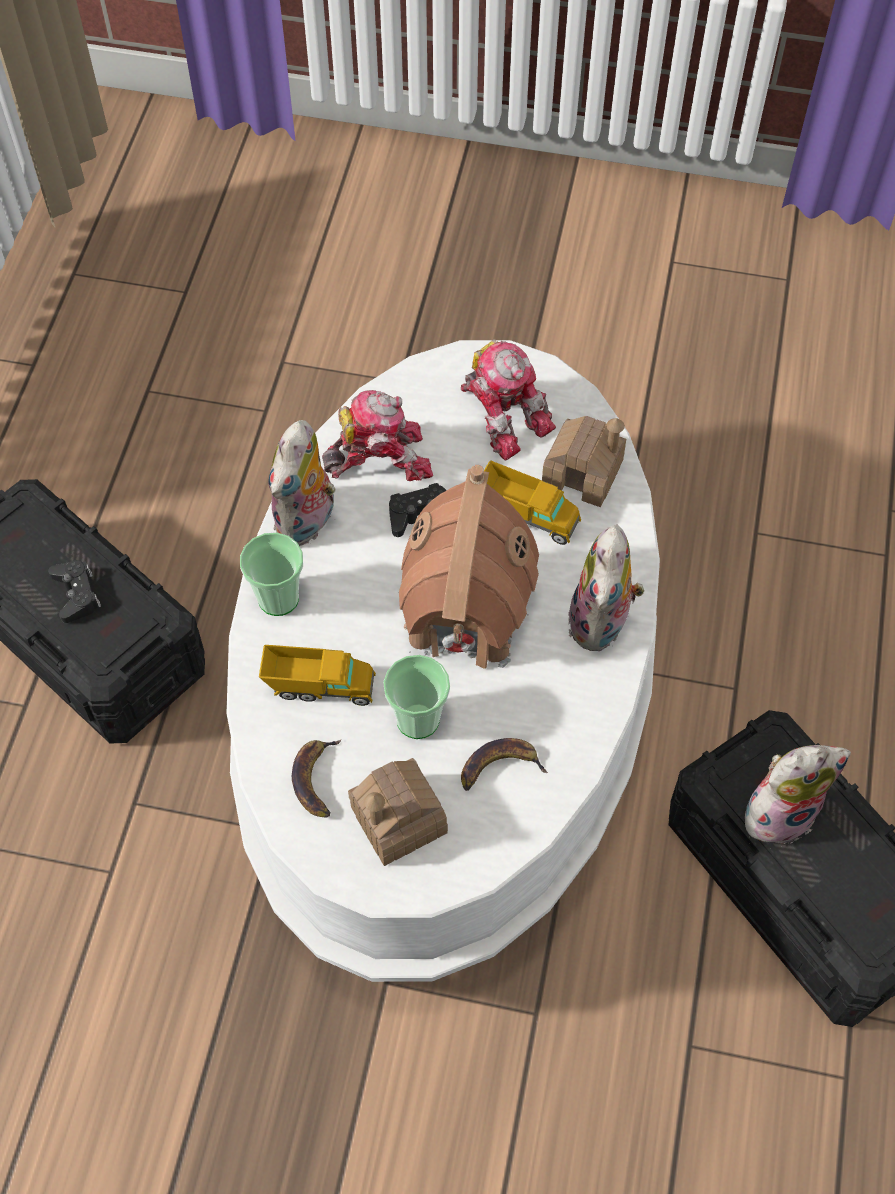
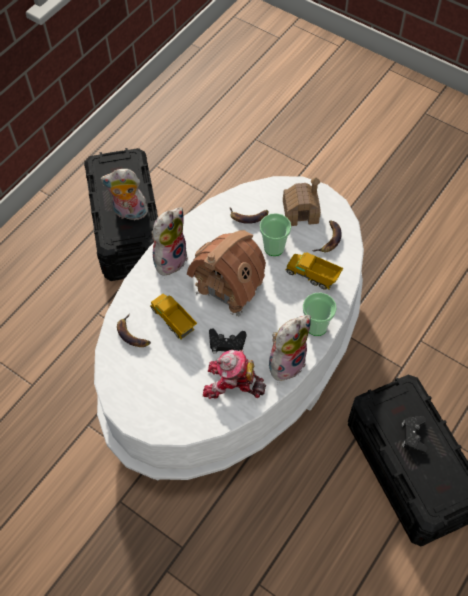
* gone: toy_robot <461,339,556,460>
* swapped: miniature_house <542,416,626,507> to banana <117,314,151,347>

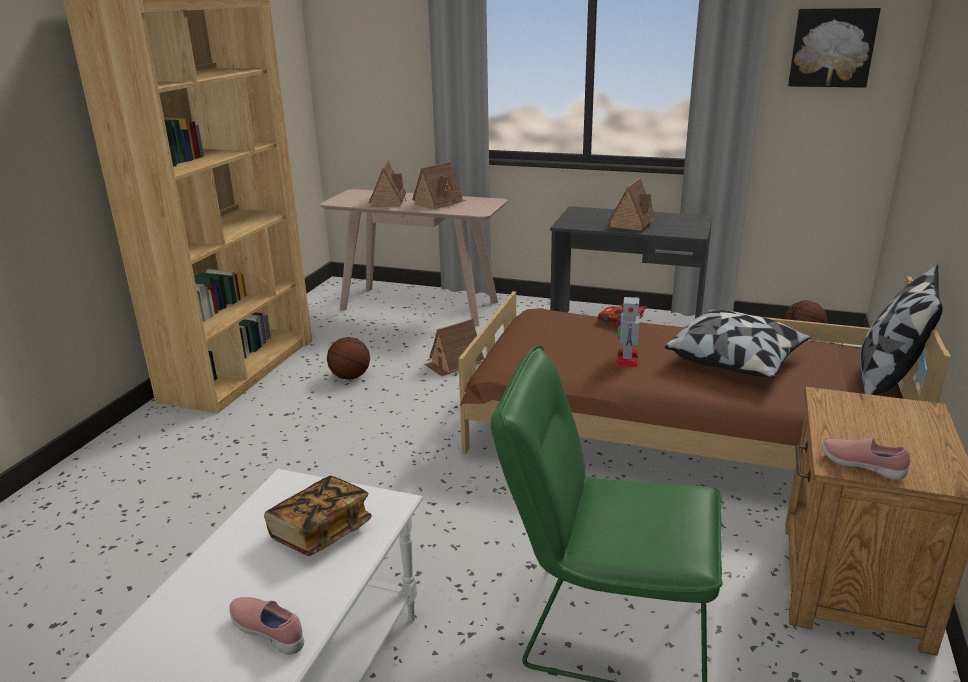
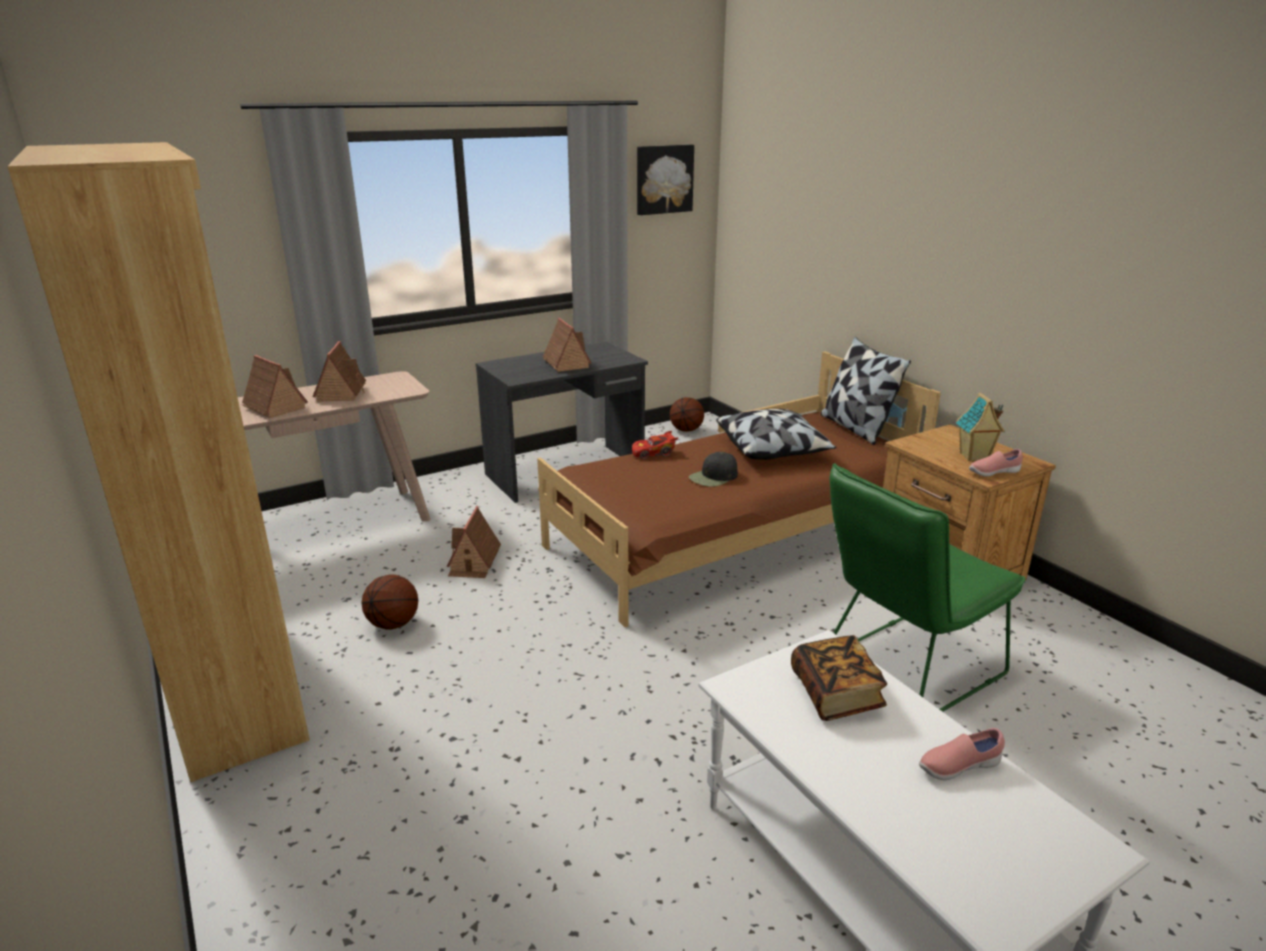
* swapped: toy_robot <617,295,640,368> to black-coloured_baseball_cap <689,452,738,487>
* new: miniature_house <956,392,1005,461>

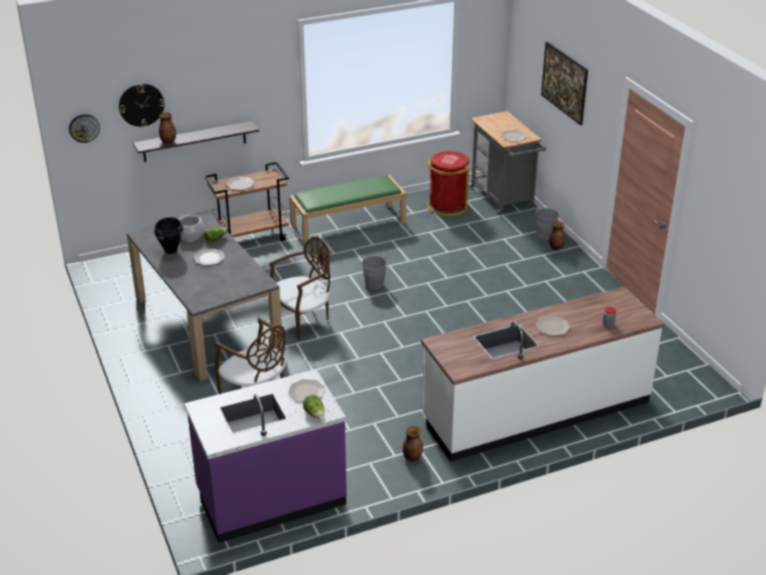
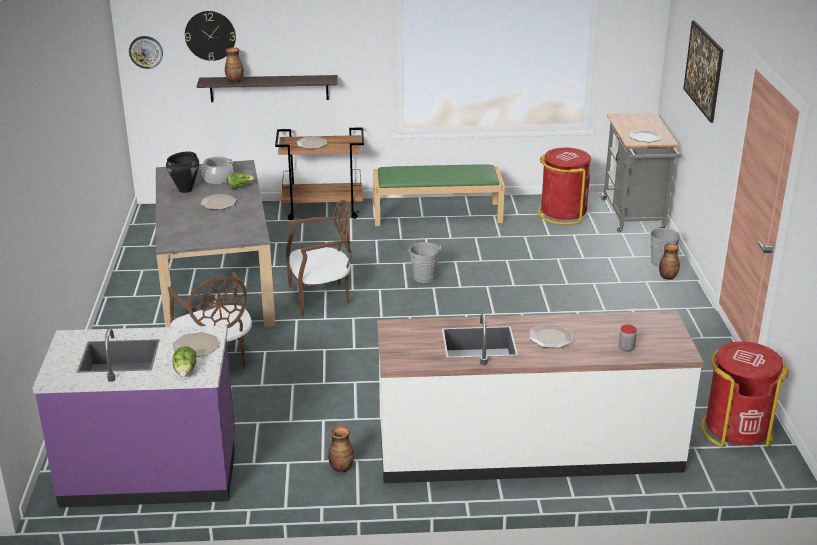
* new: red_waste_bin <701,341,789,447>

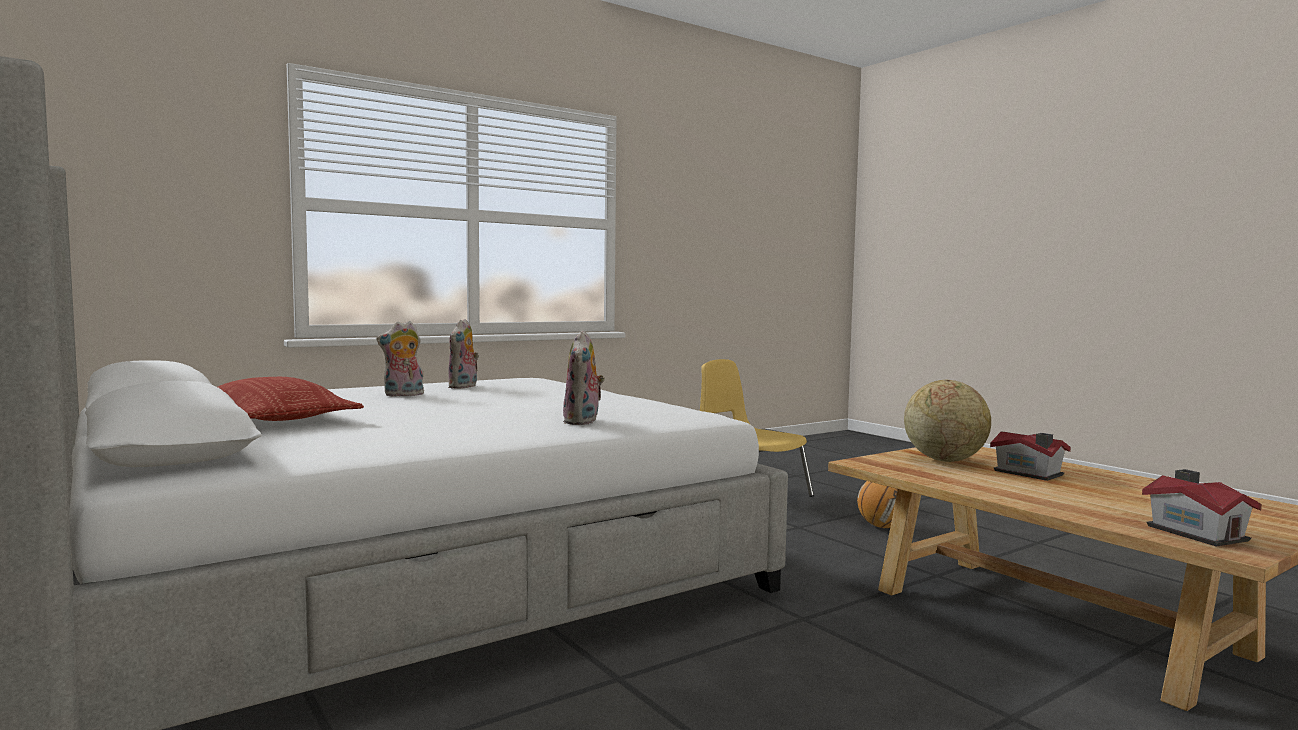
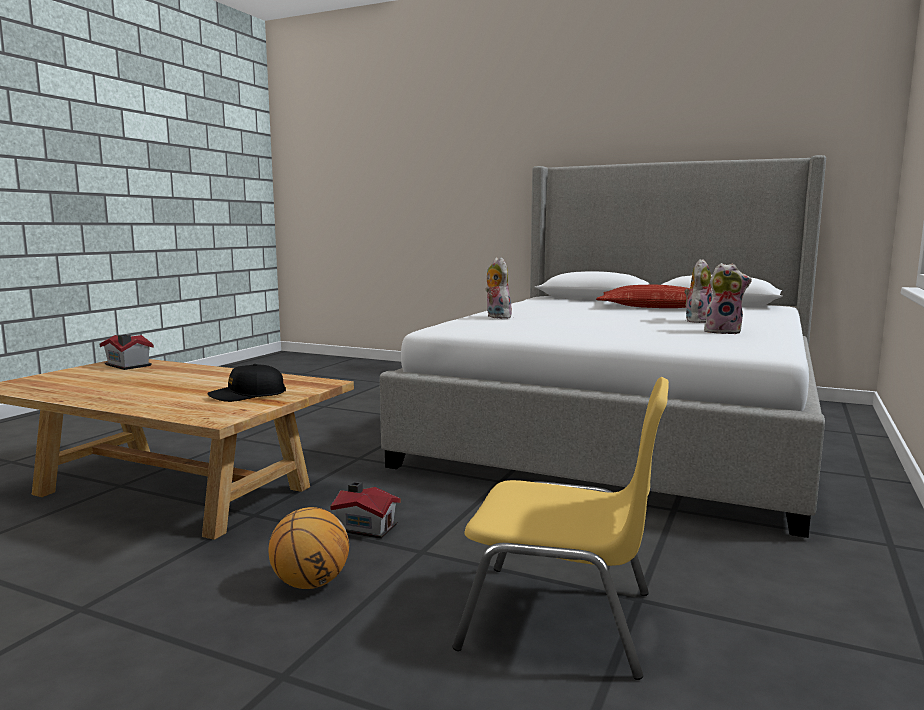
* rotated: plush_toy <448,319,479,389> = <704,263,752,334> 120 degrees clockwise
* swapped: globe <904,380,991,462> to black-coloured_baseball_cap <207,364,286,402>
* shifted: miniature_house <990,431,1071,481> to <331,481,401,539>

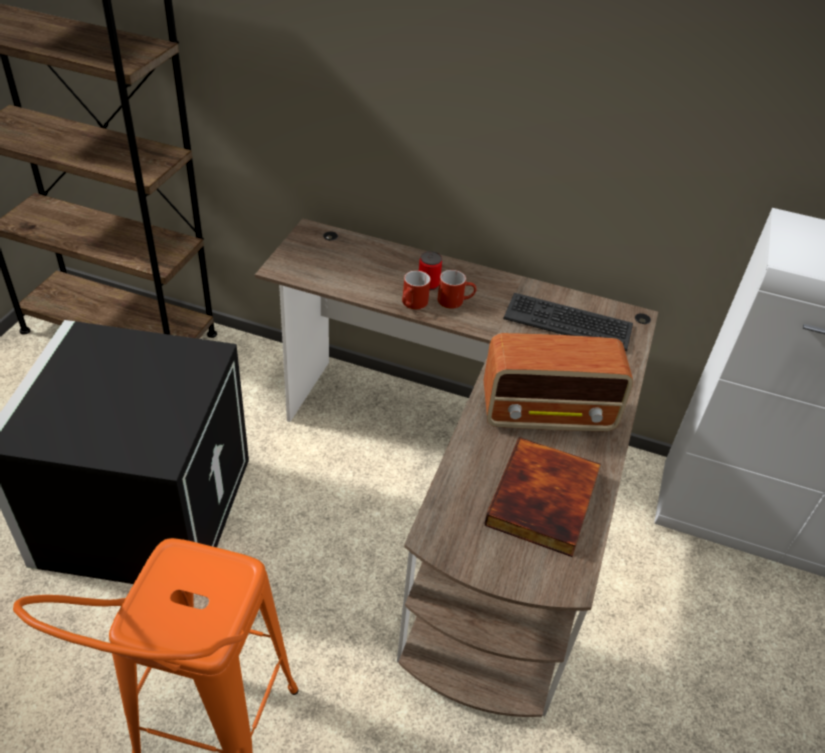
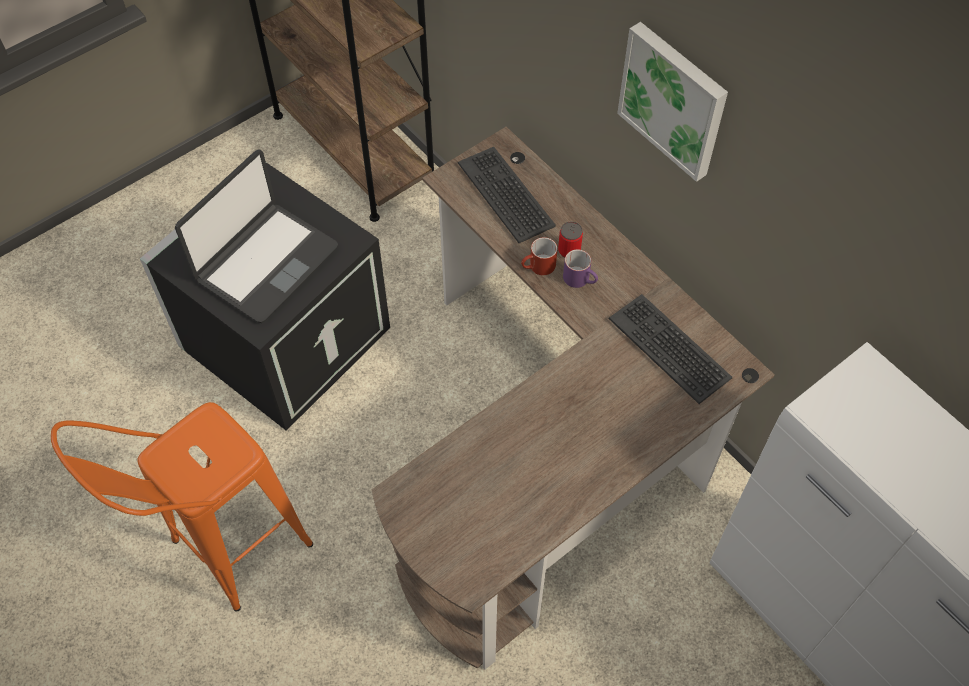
* repainted: red_tea_mug <438,270,477,309> to purplish_tea_mug <563,249,598,288>
* gone: radio_set <484,333,633,431>
* gone: bound_book <484,437,601,557>
* new: portable_computer <175,149,338,323>
* new: keyboard <458,147,556,243>
* new: wall_picture <617,22,728,182>

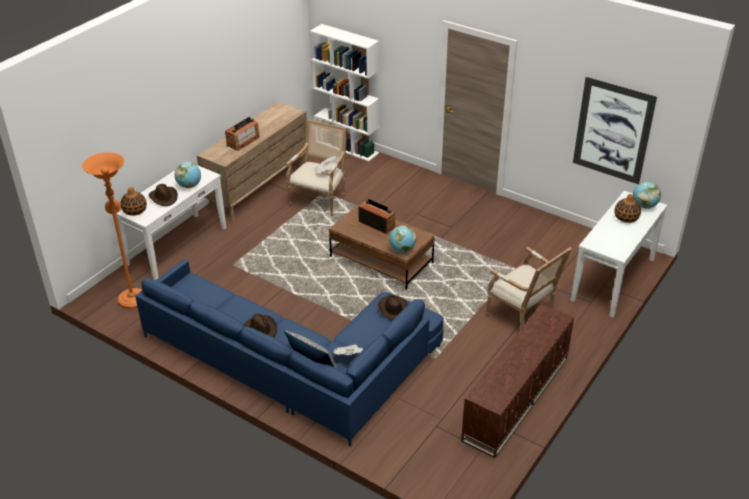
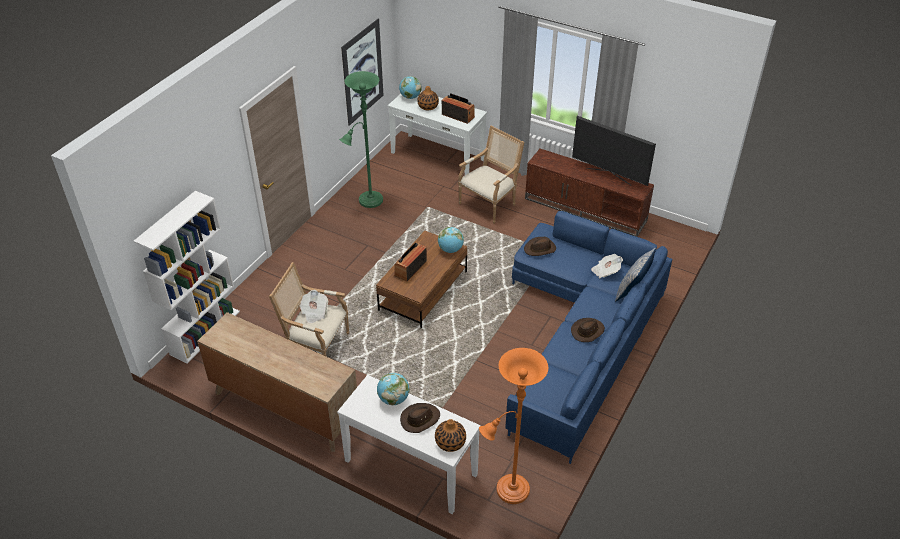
* shifted: radio_set <225,117,260,151> to <442,93,475,124>
* new: green-coloured_standing_lamp <339,71,383,208>
* new: television <572,116,656,186>

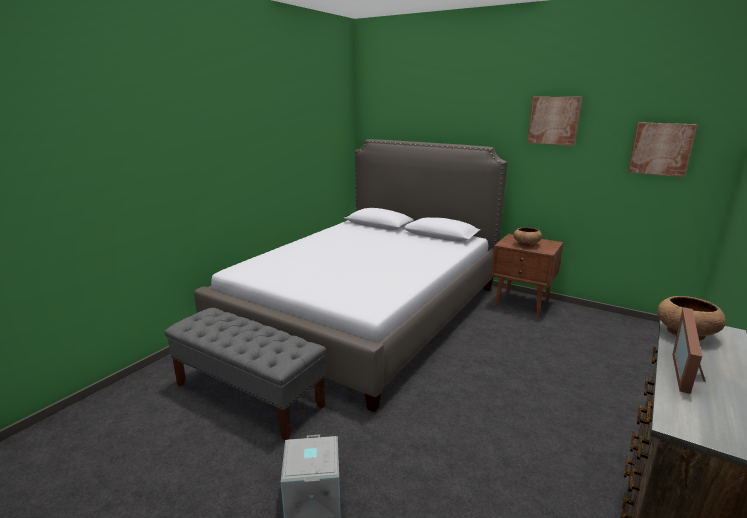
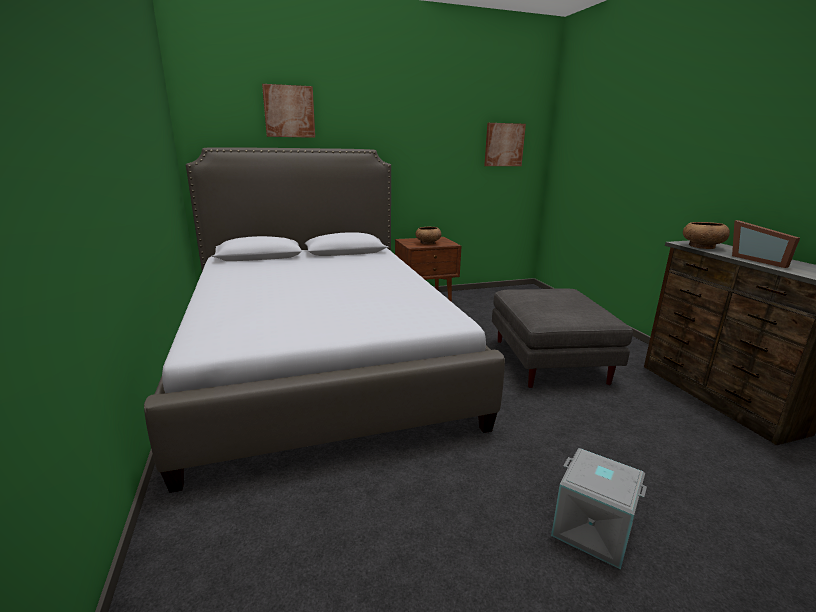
* gone: grey_bench <164,308,326,440>
* shifted: wall_picture <527,97,582,146> to <262,84,315,138>
* new: grey_footrest <492,288,633,388>

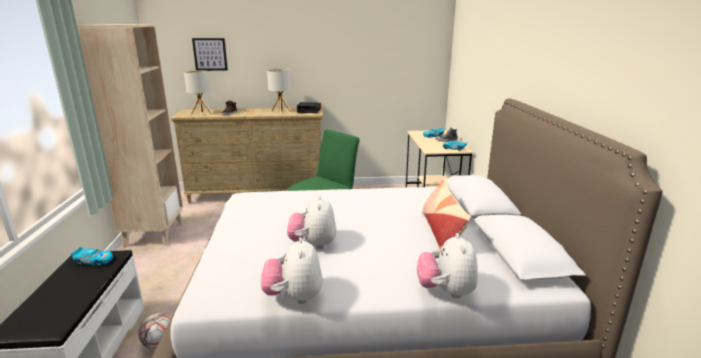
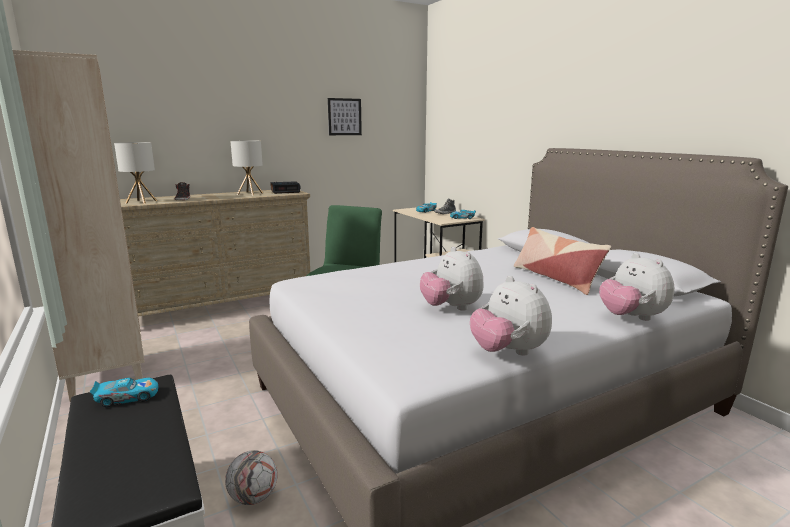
* shifted: wall_picture <192,38,228,71> to <328,98,362,135>

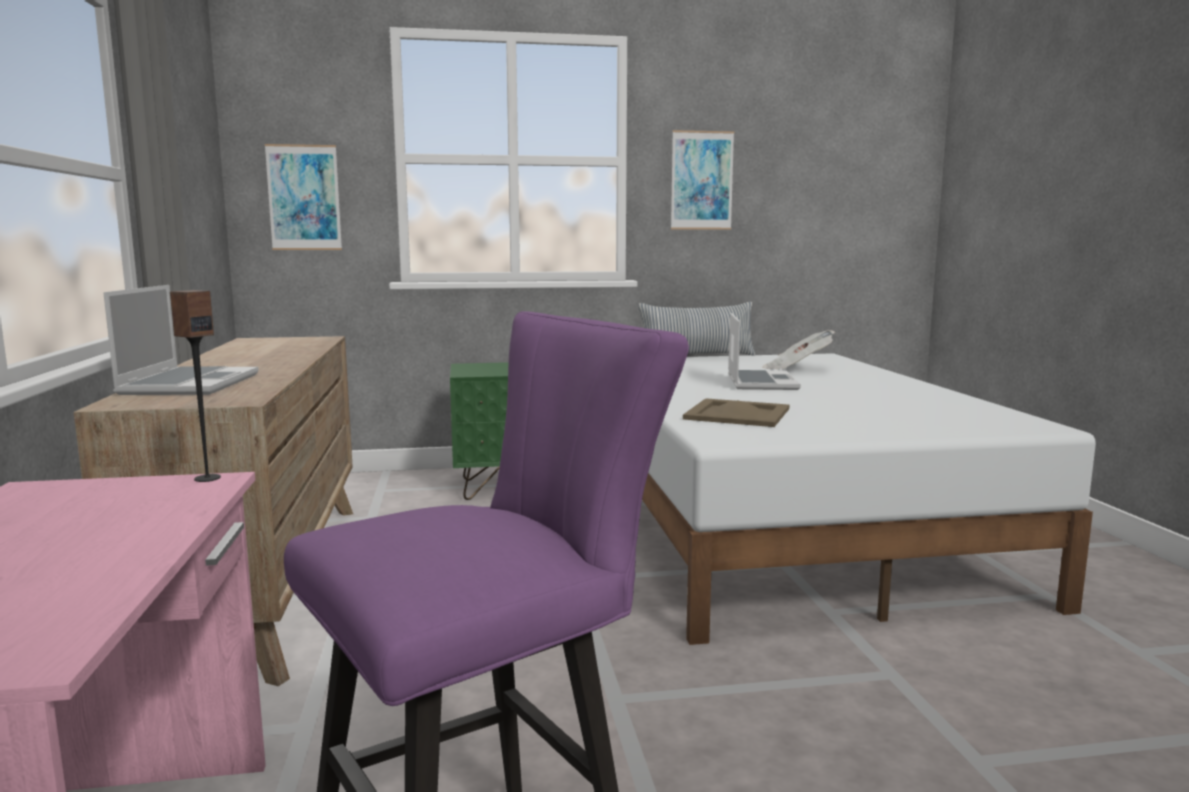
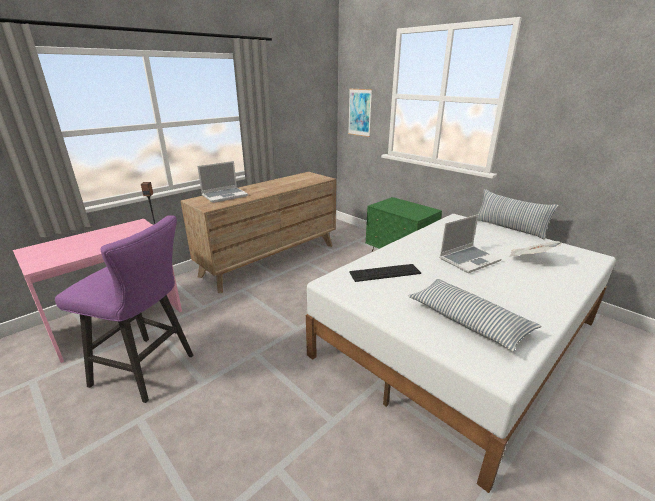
* gone: wall_picture <671,130,734,230>
* swapped: beige-coloured_carrying_tray <683,398,789,427> to keyboard <349,264,421,282>
* new: pillow <409,279,541,352>

